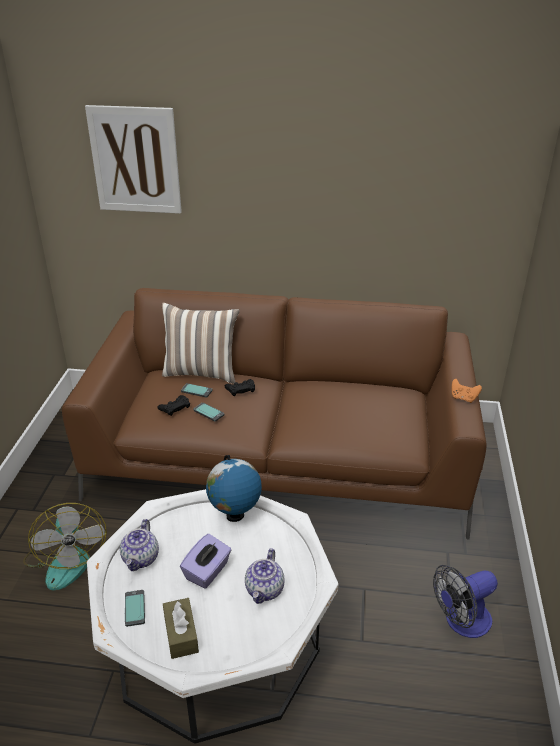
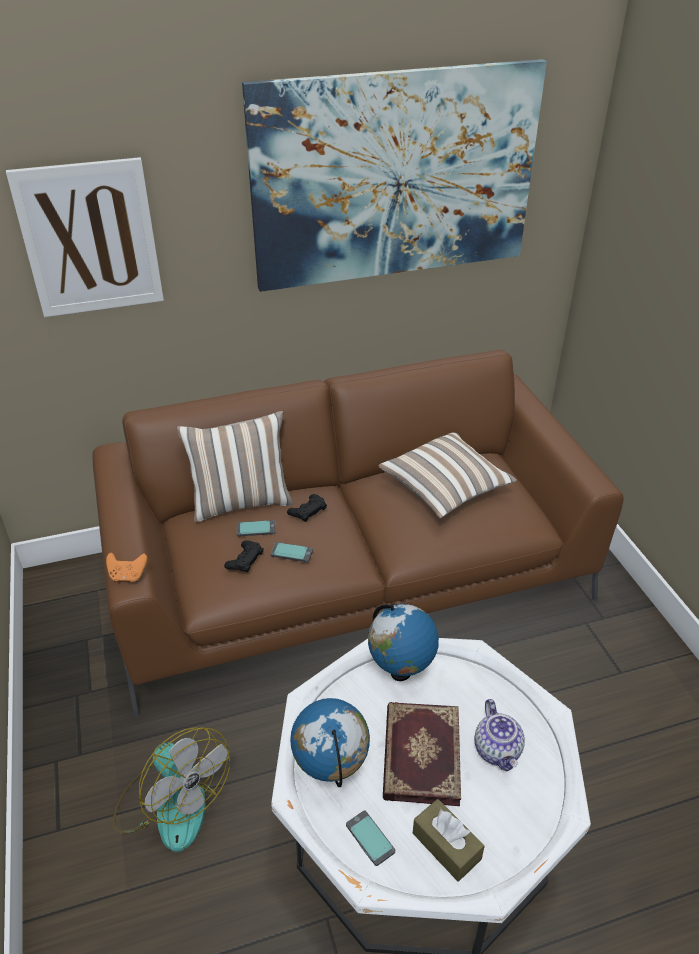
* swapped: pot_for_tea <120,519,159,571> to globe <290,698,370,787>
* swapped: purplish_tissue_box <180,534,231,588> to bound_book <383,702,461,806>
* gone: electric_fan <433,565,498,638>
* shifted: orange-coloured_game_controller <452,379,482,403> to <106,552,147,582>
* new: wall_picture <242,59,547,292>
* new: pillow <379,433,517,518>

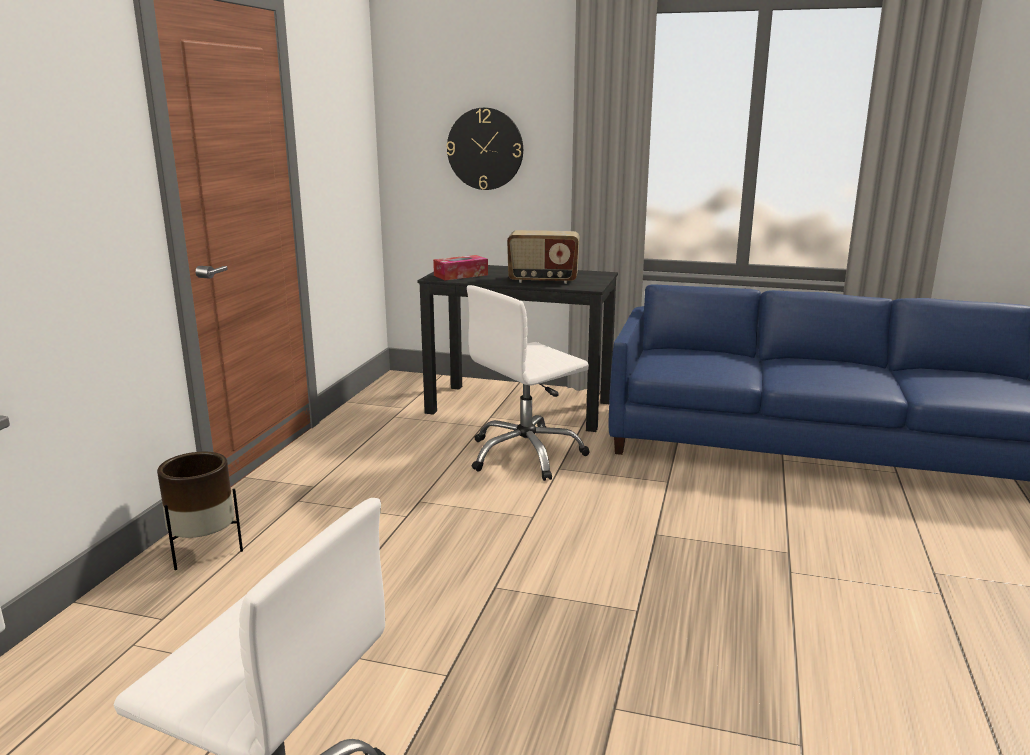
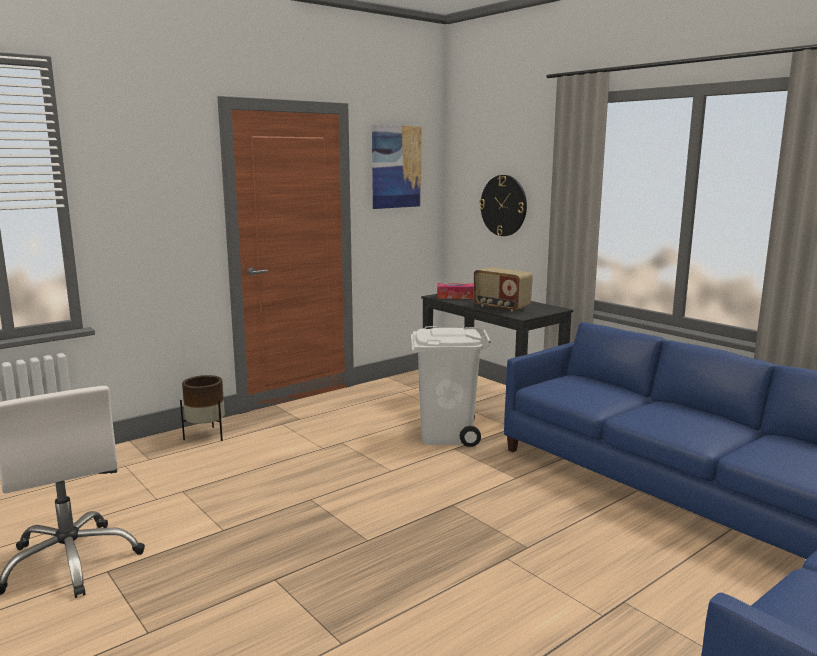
* swapped: white-coloured_office_chair <467,285,590,481> to white-coloured_waste_bin <411,326,491,447>
* new: wall_picture <372,125,421,209>

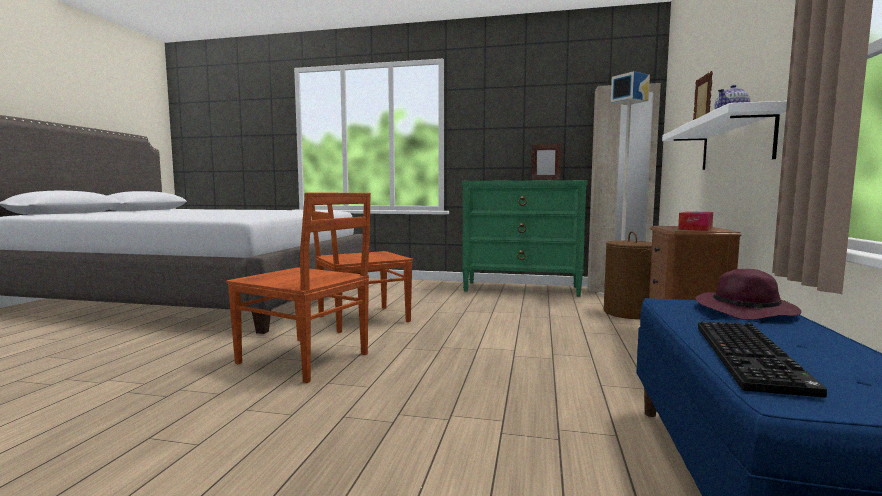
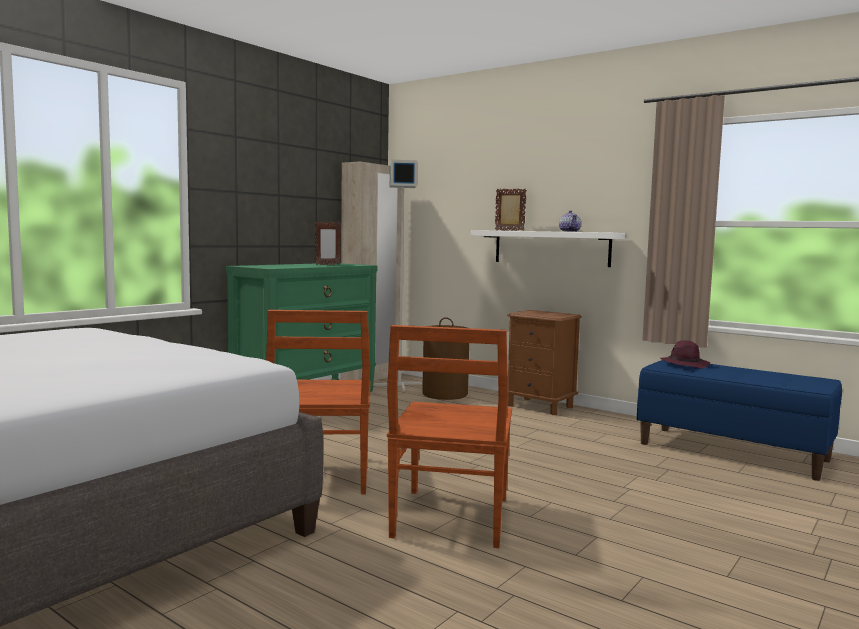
* rotated: brown-coloured_plain_chair <226,193,371,383> = <387,325,512,548> 135 degrees clockwise
* gone: tissue_box <678,211,713,231>
* gone: keyboard <698,321,827,398>

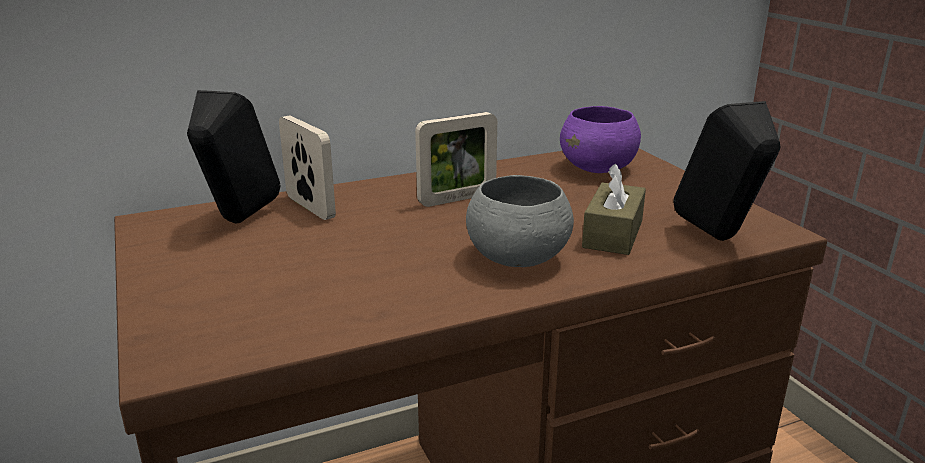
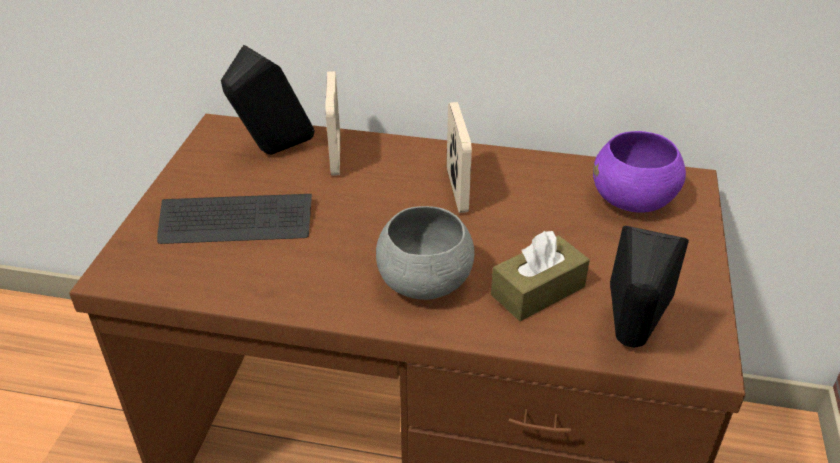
* rotated: photo_frame <415,112,497,207> = <447,102,472,213> 105 degrees counterclockwise
* new: keyboard <157,194,312,244>

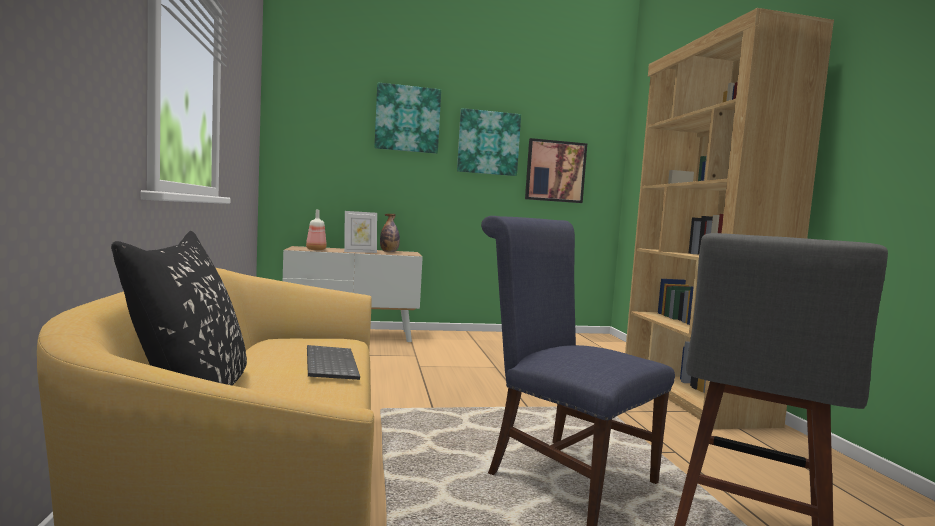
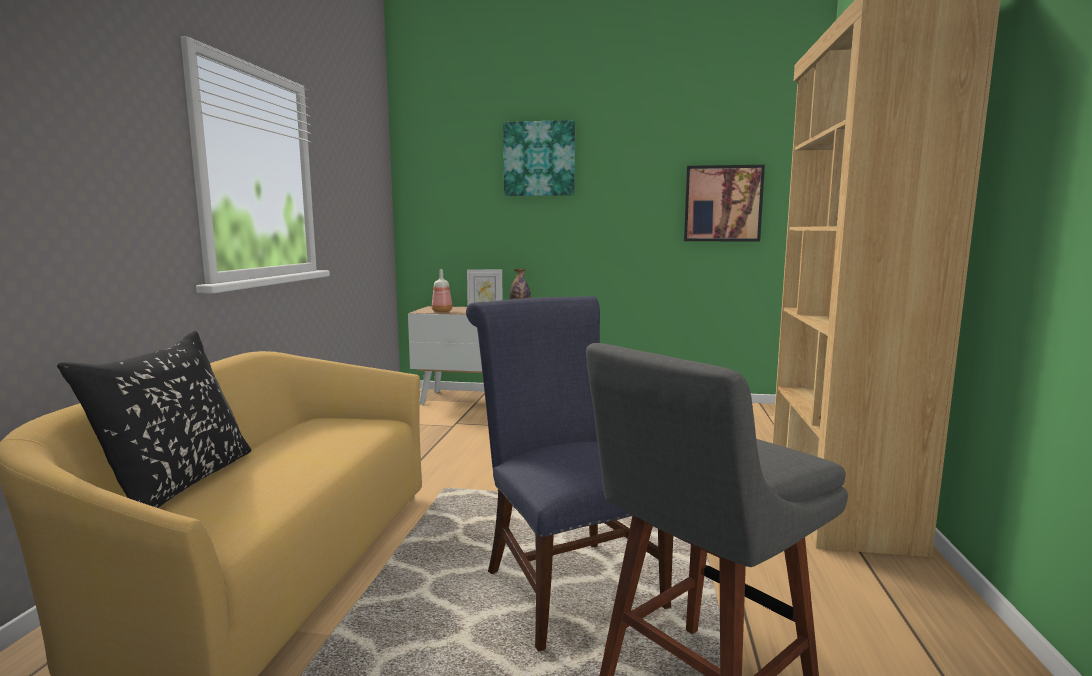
* gone: keyboard <307,345,360,380>
* gone: wall_picture <457,108,521,176>

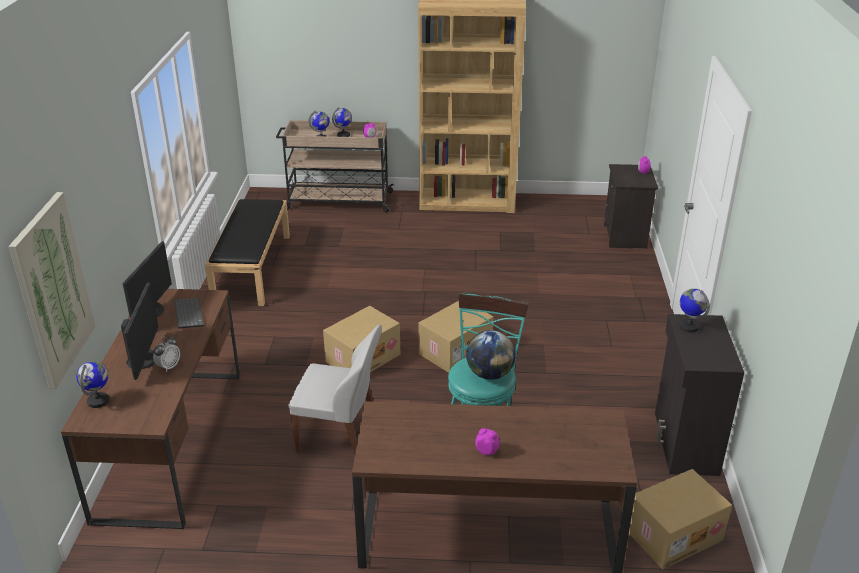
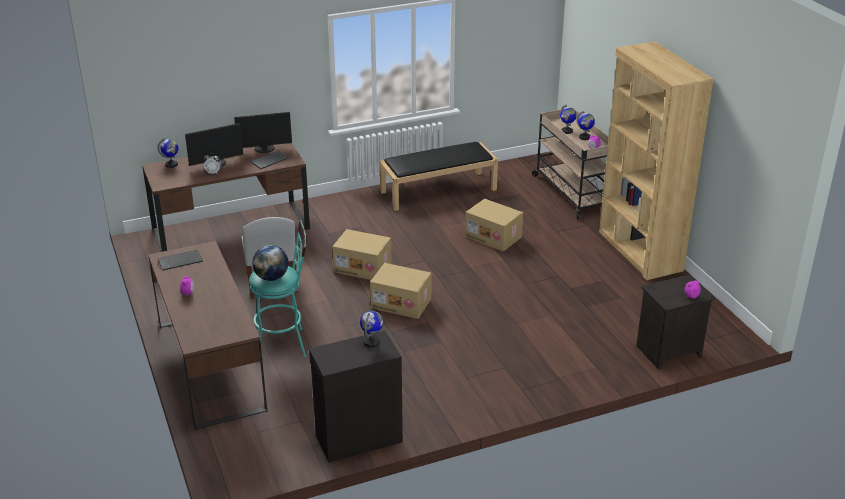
* gone: wall_picture <9,192,96,389>
* shifted: packing_box <629,469,732,569> to <465,199,523,252>
* new: keyboard <158,250,203,271>

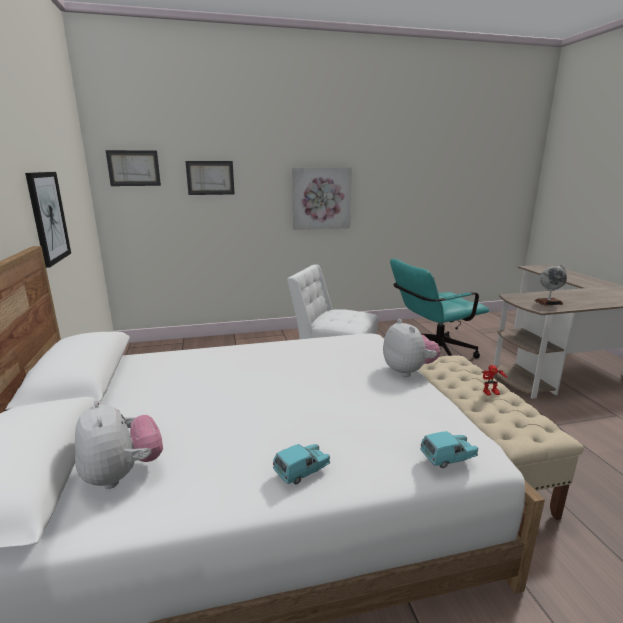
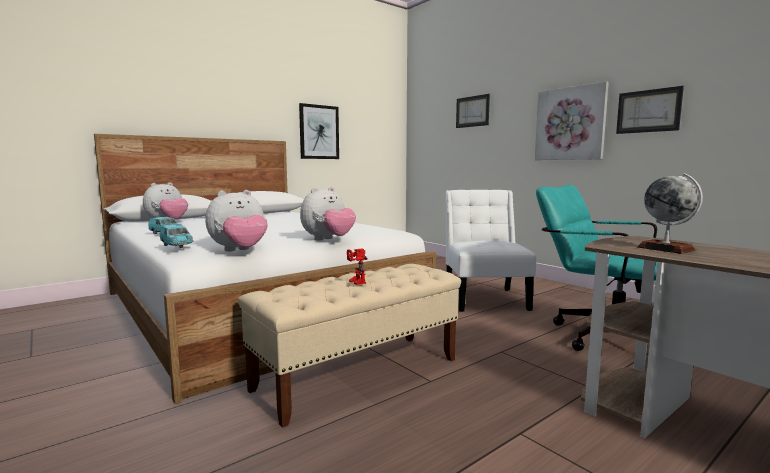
* shifted: wall_picture <106,150,161,186> to <616,86,684,134>
* new: plush_toy <205,190,268,252>

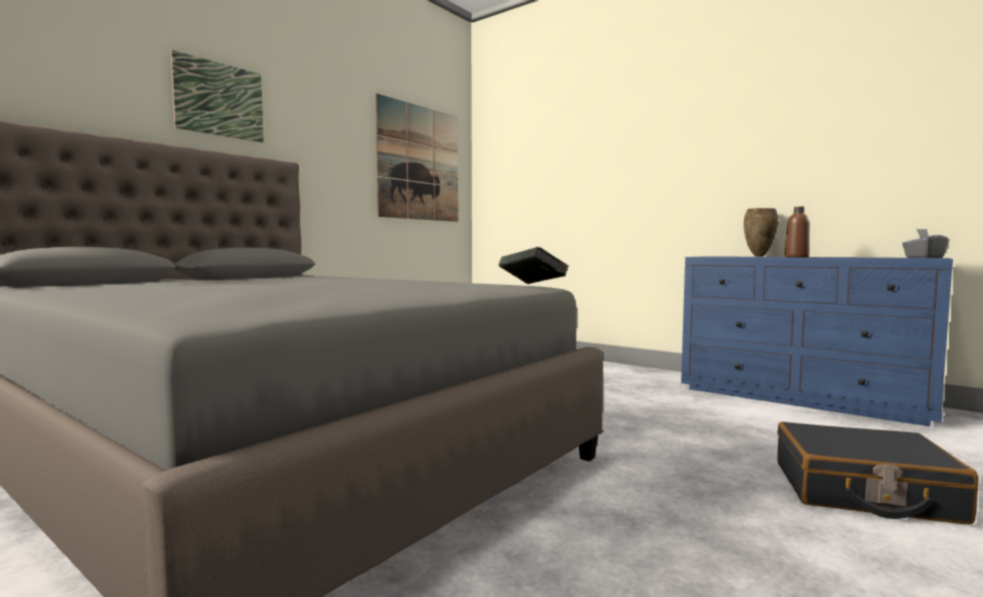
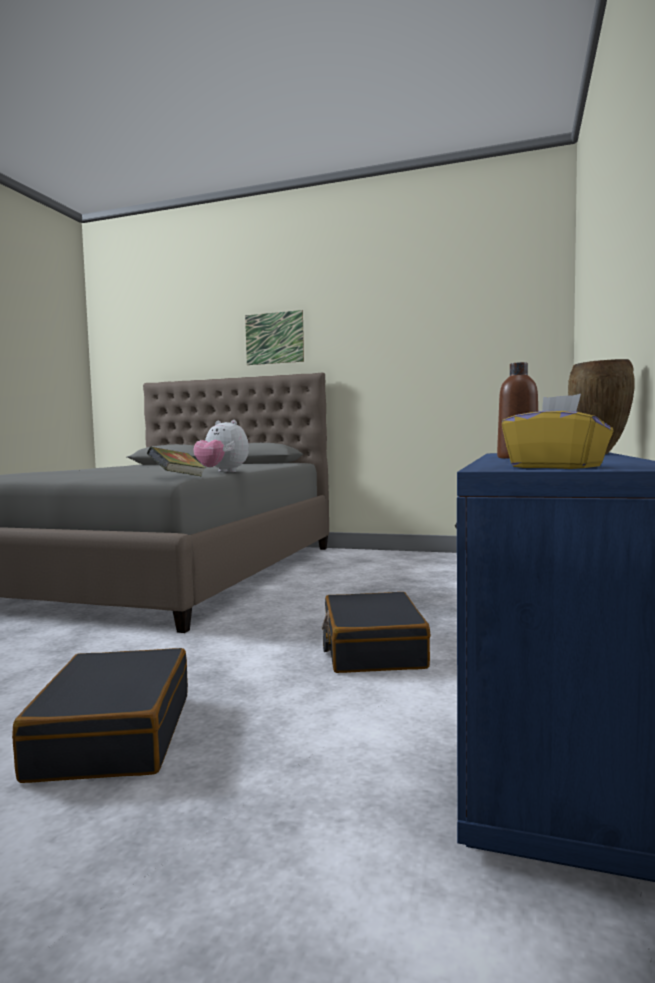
* gone: wall_picture <375,93,458,222>
* repainted: grey_tissue_box <902,229,949,258> to yellow-coloured_tissue_box <502,394,613,469>
* new: plush_toy <194,420,249,472>
* new: black-coloured_piece_of_luggage <322,592,431,673>

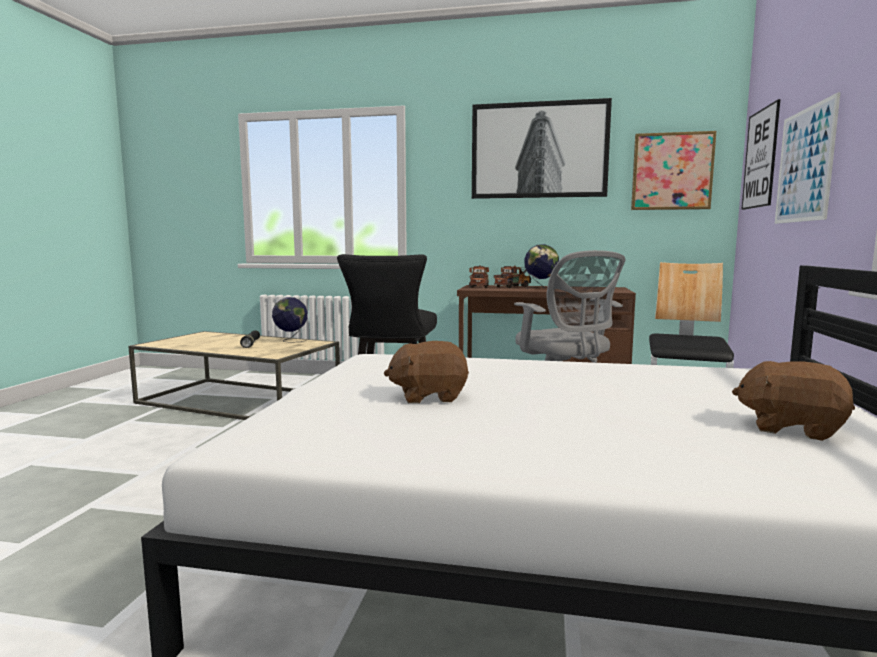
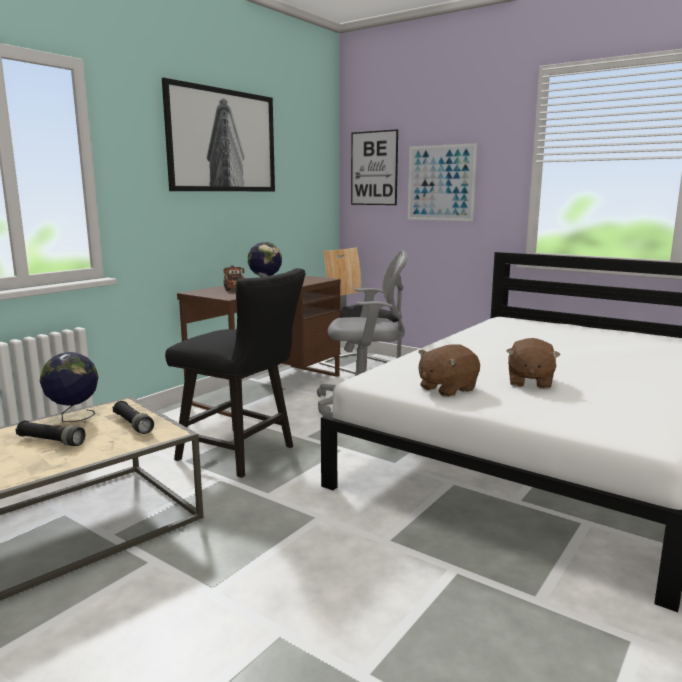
* gone: toy_lorry <469,266,489,288>
* gone: wall_picture <631,131,716,210>
* shifted: brown-coloured_plush_toy <732,361,855,441> to <418,344,480,397>
* new: black-coloured_flashlight <113,401,154,434>

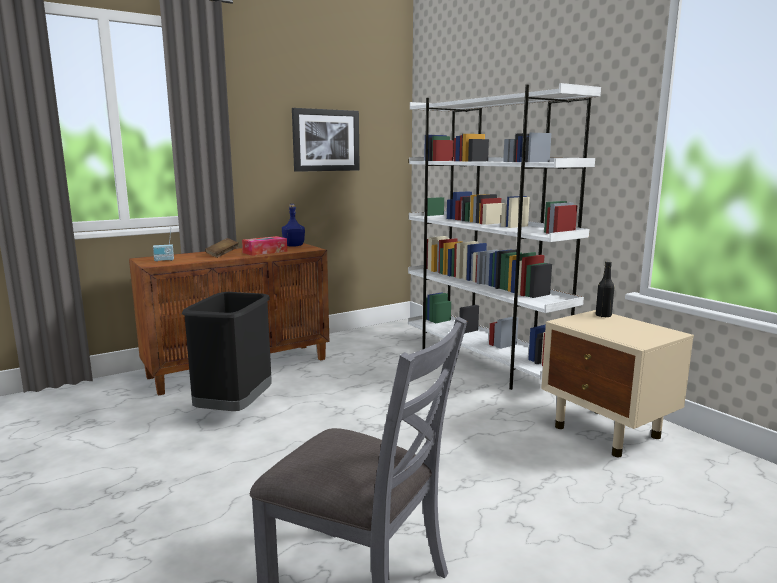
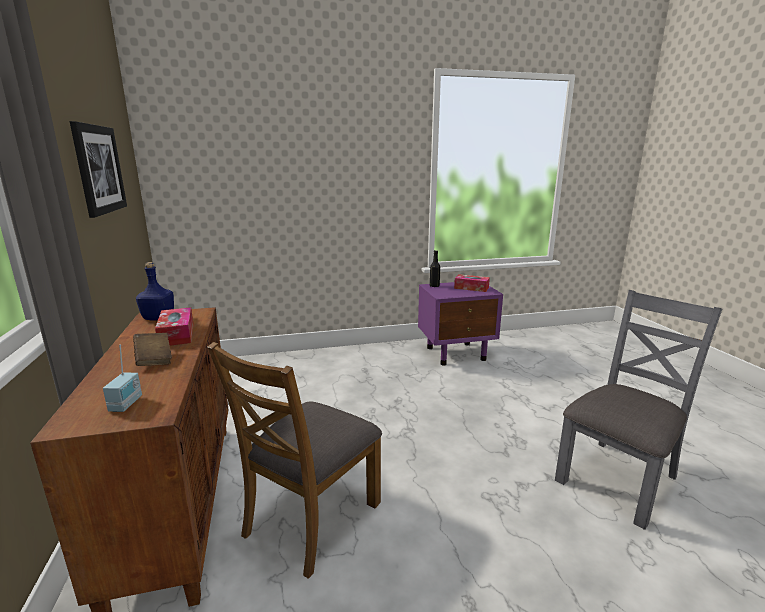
* swapped: black-coloured_waste_bin <182,292,272,411> to brown-coloured_plain_chair <207,342,382,579>
* gone: white-coloured_bookcase <408,83,601,390>
* repainted: beige-coloured_night_table <541,310,694,457> to purplish_night_table <418,282,503,366>
* new: tissue_box <454,274,490,292>

